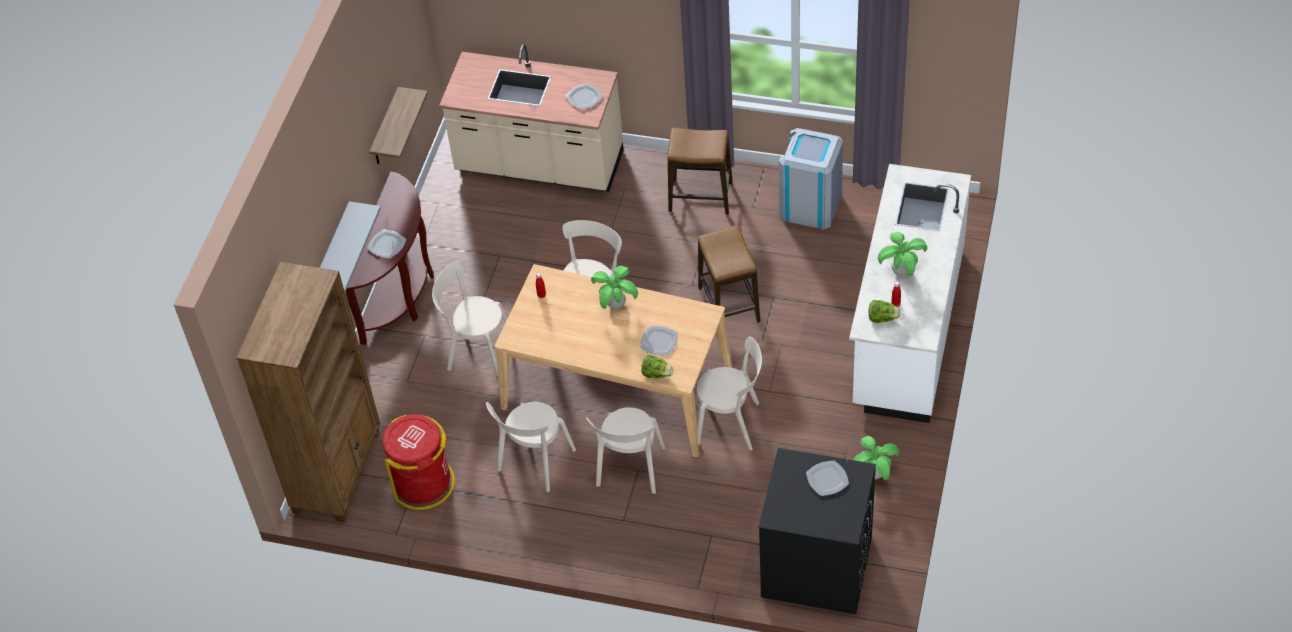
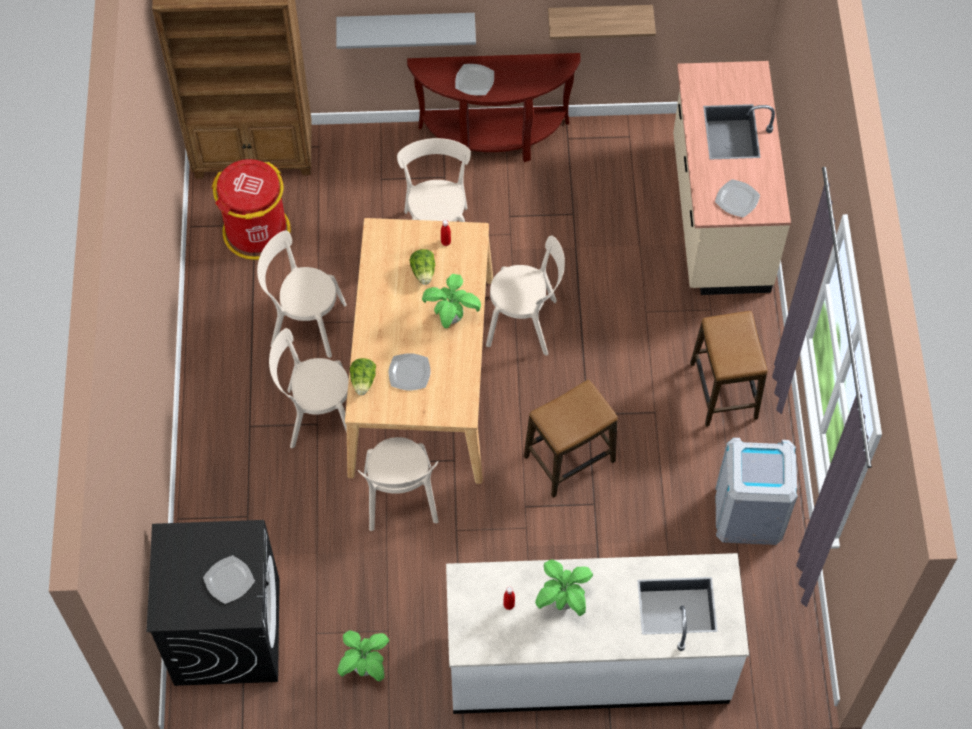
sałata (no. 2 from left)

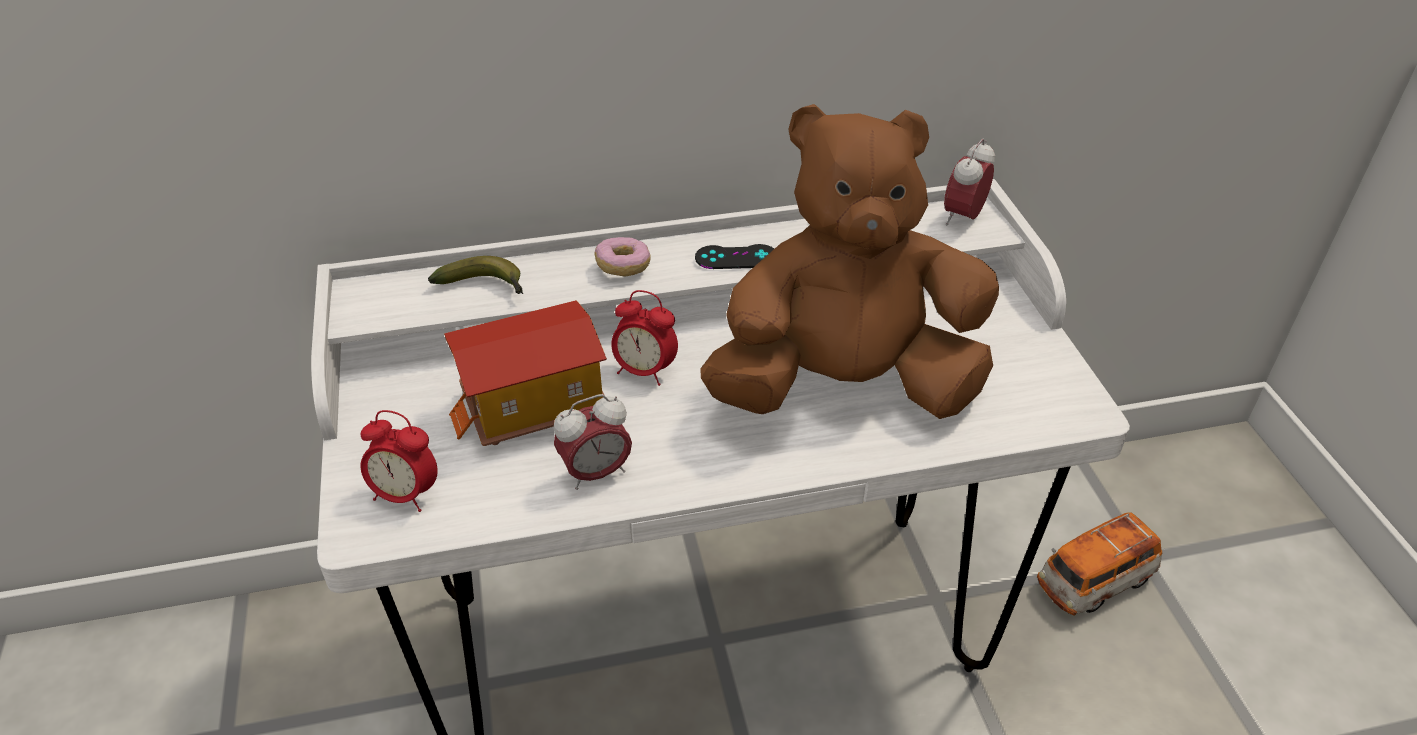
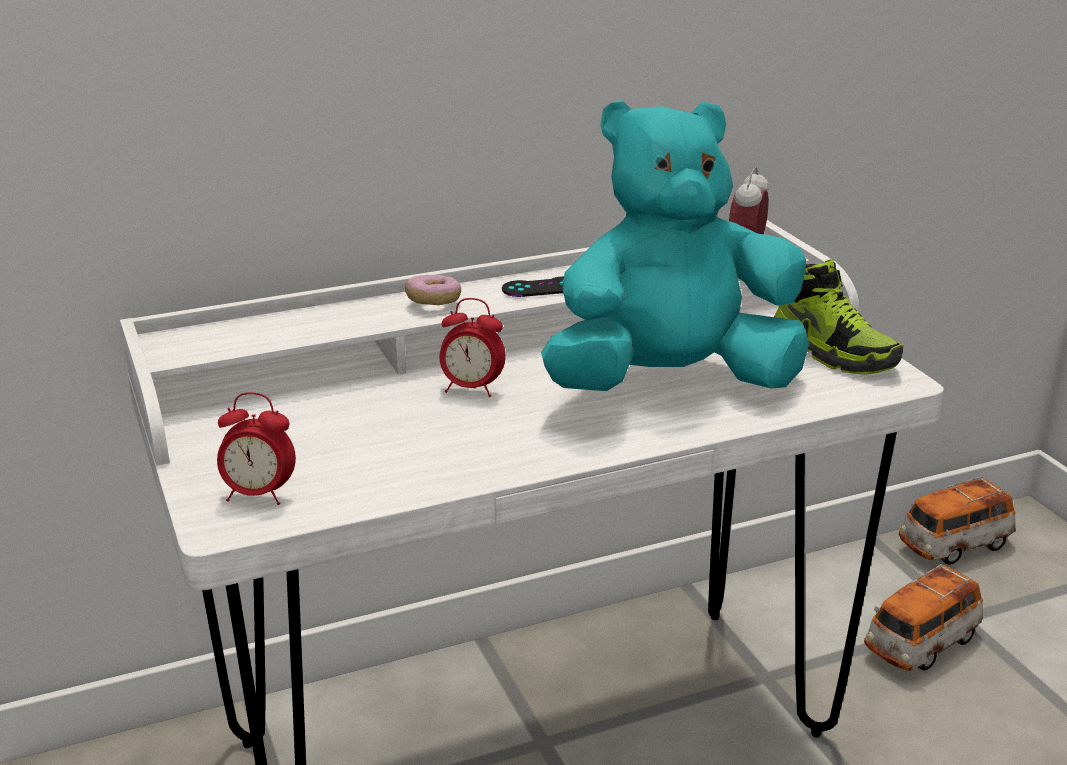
banan
domek
budzik (no. 2 from left in the first image)
but
samochodzik (no. 2 from left)
pluszak (turkusowy)

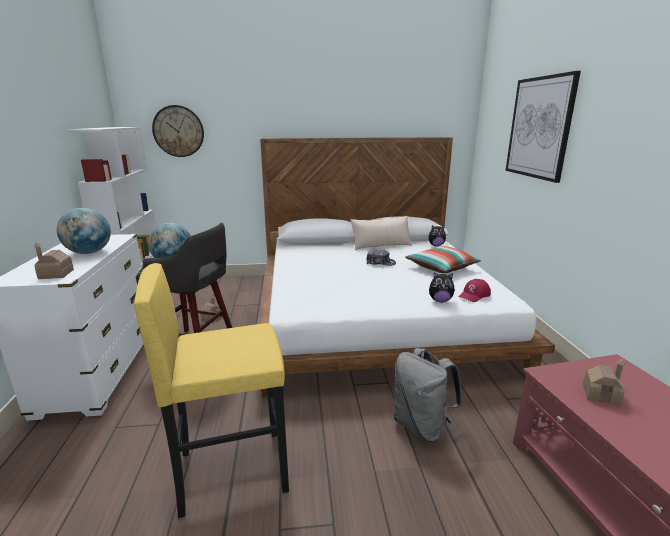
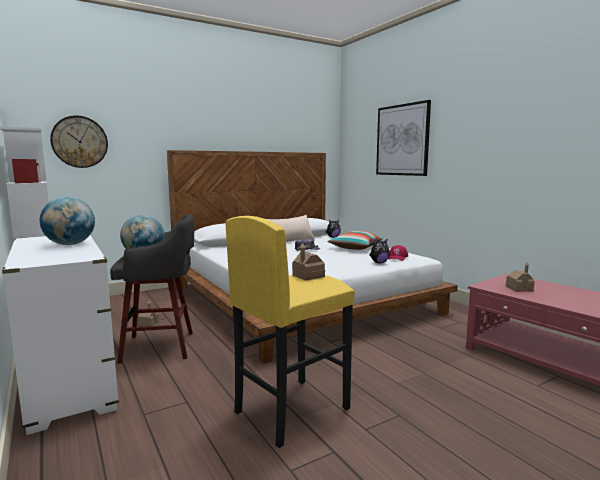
plecak (szary)
domek (no. 2 from left)

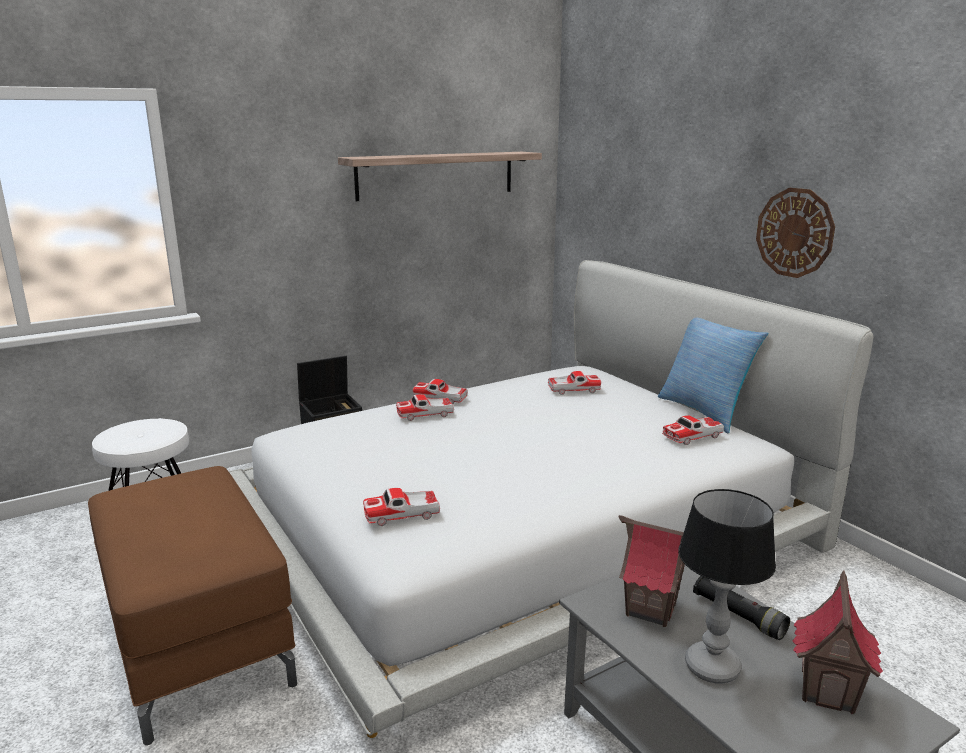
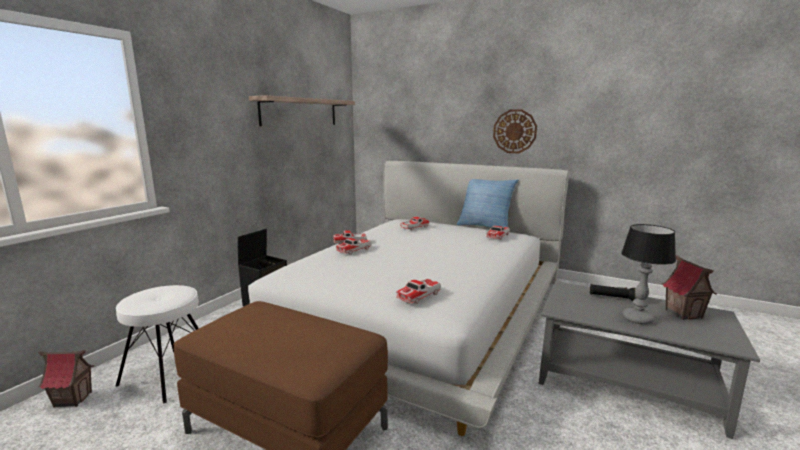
domek (no. 1 from left)

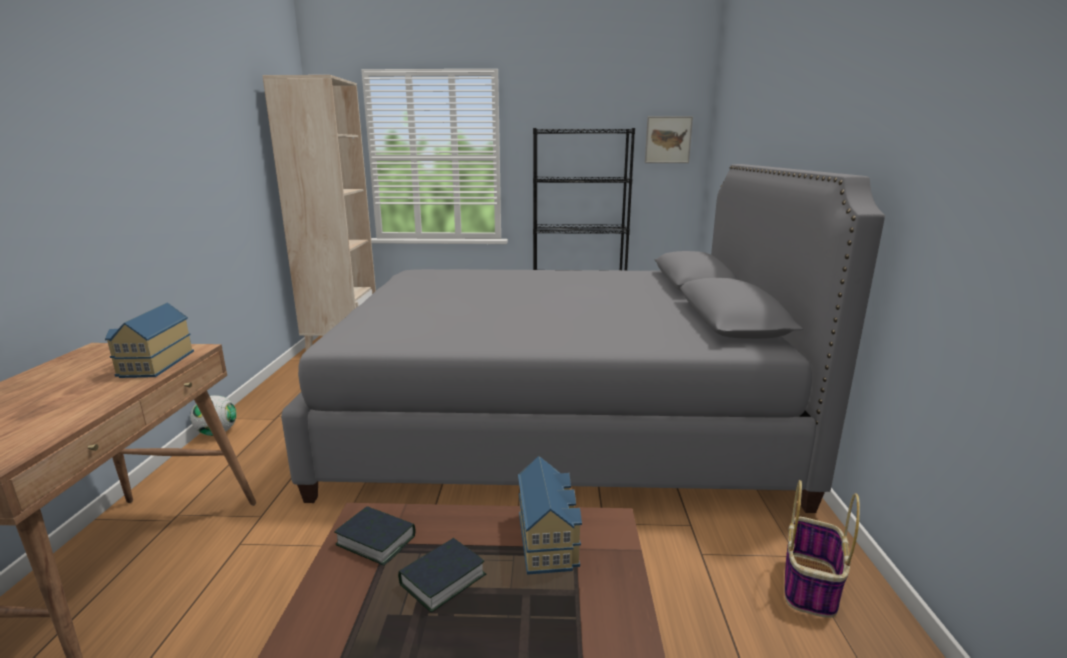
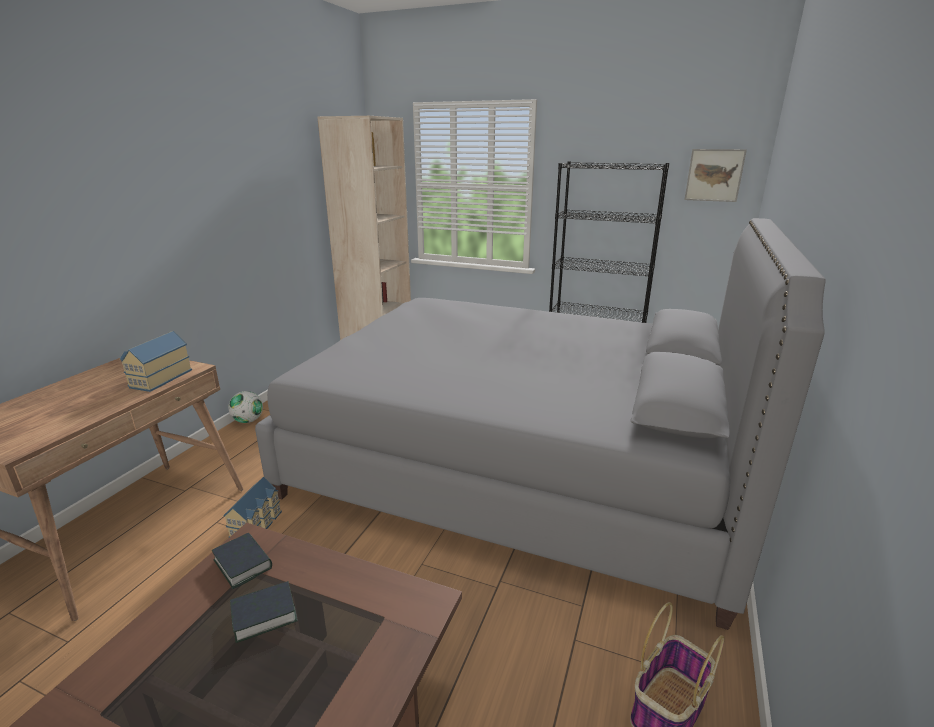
domek (no. 2 from left)

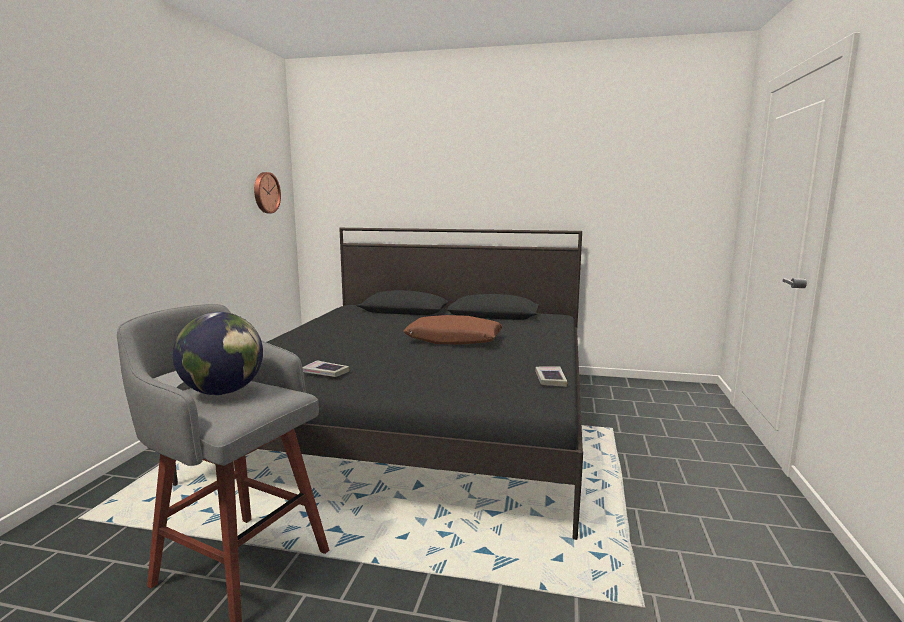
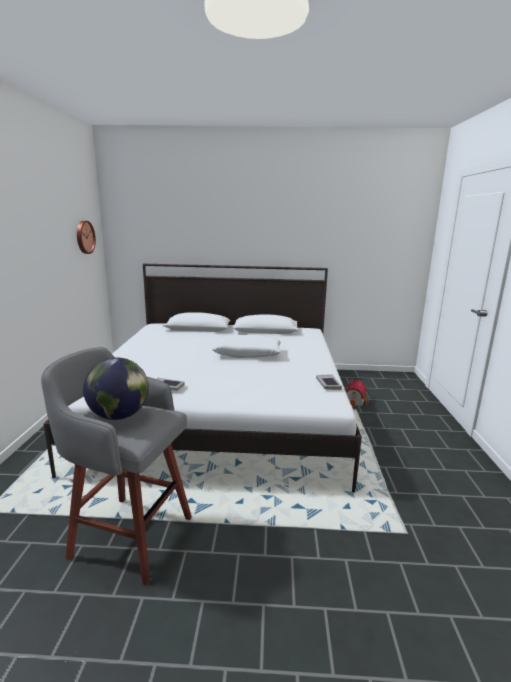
domek
łóżko (biały)
poduszka (biały)

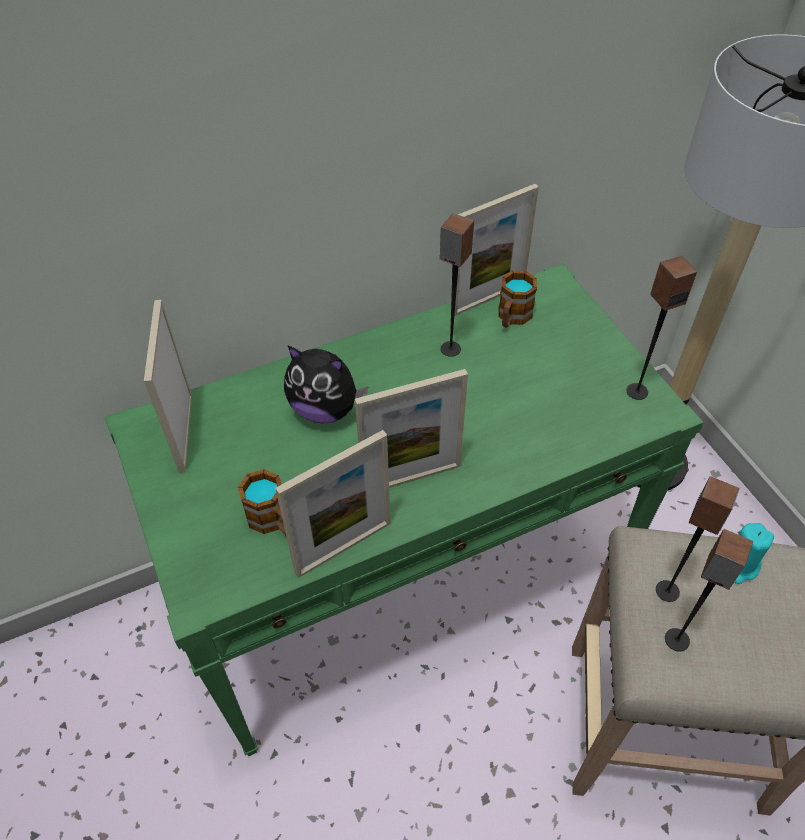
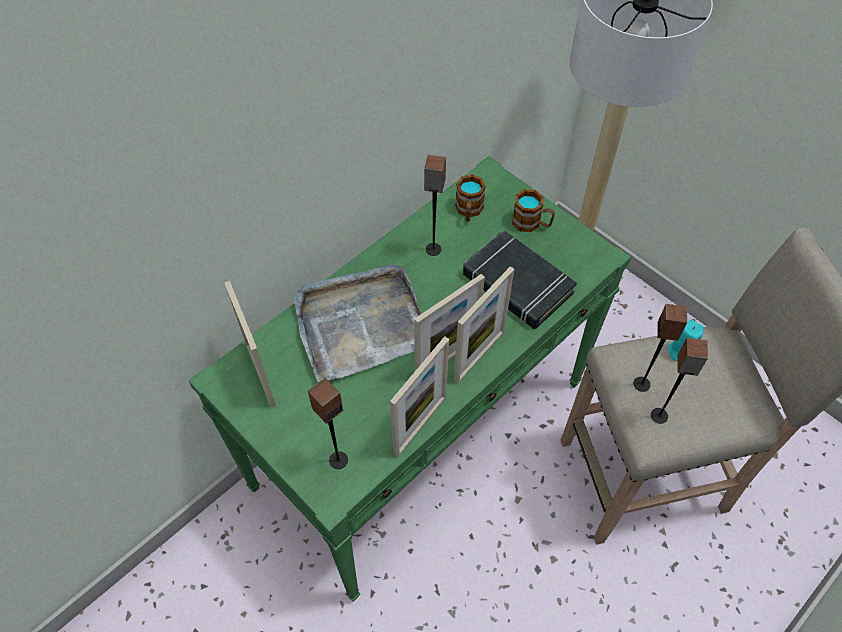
książka (czarny)
kubek (no. 2 from left)
ramka na zdjęcie (no. 4 from left)
głośnik (no. 1 from left)
taca (szary)

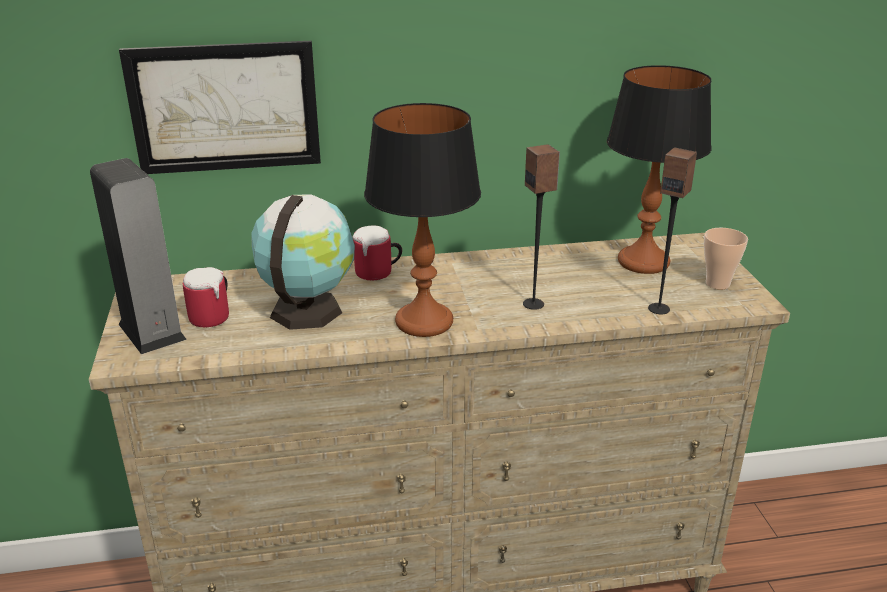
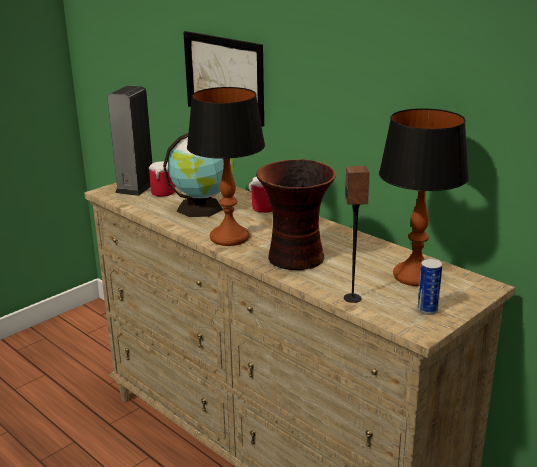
wazon
puszka

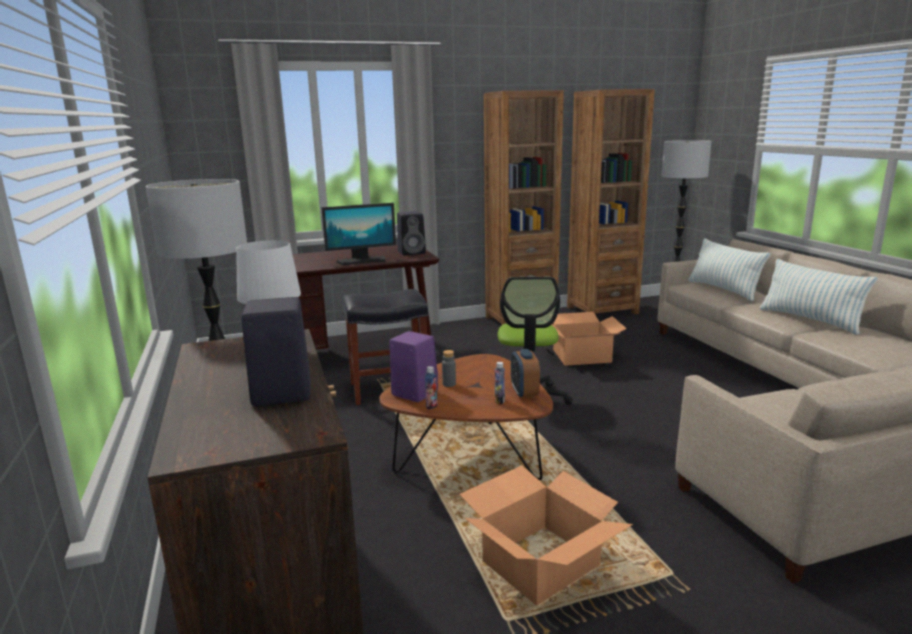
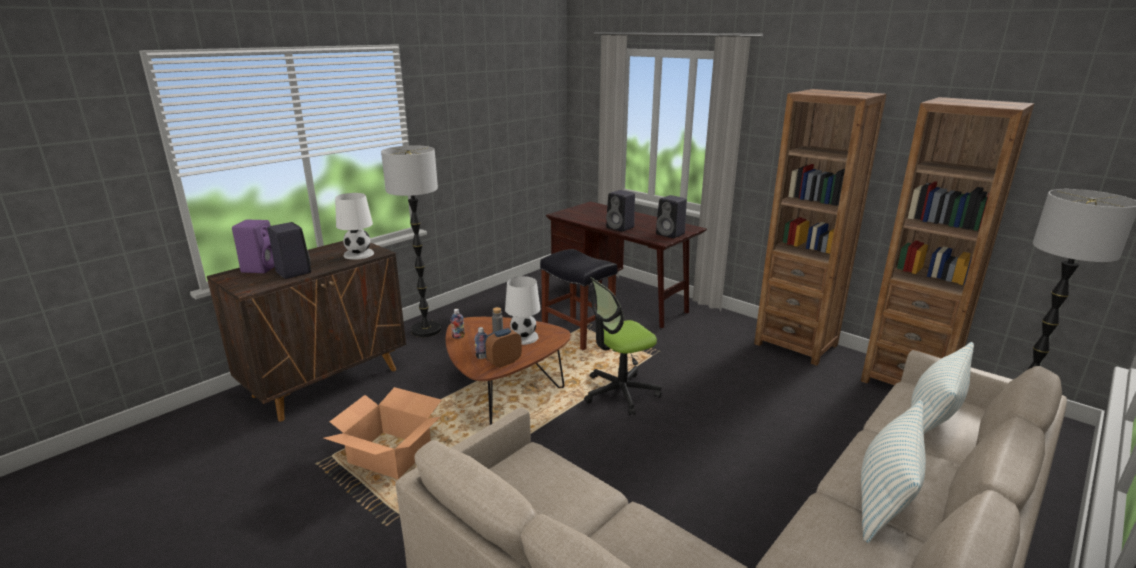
karton (no. 2 from left in the first image)
lampa stołowa (biały) (no. 2 from left)
głośnik (fioletowy)
głośnik (czarny) (no. 2 from left)

